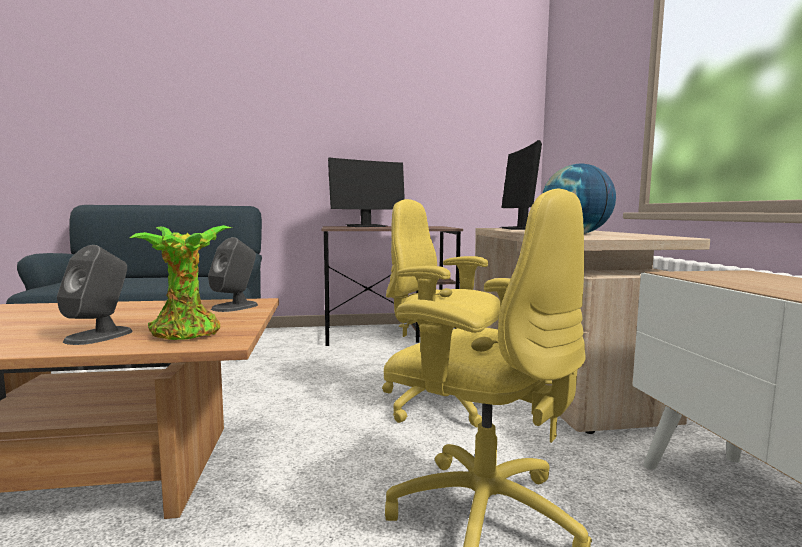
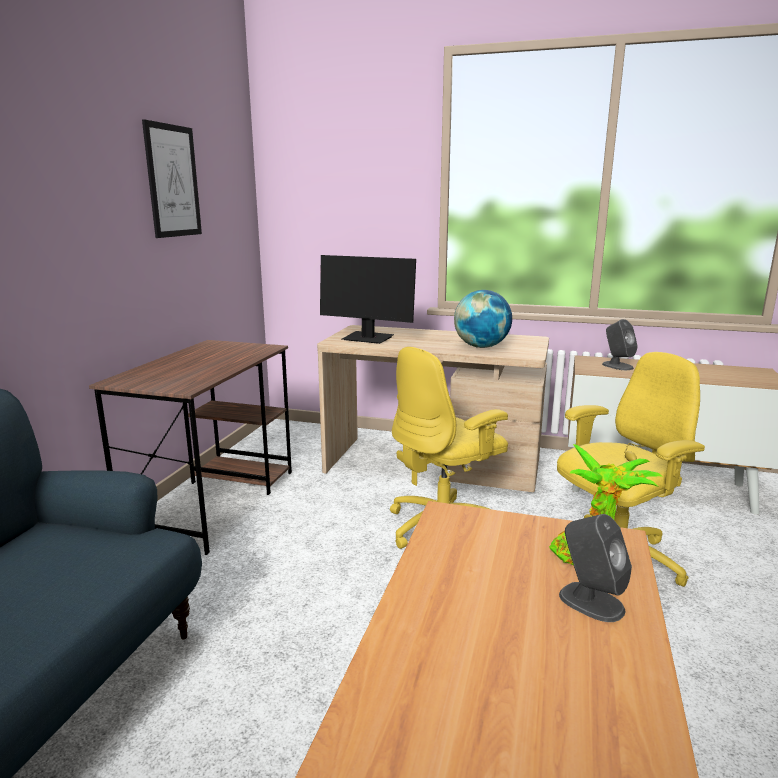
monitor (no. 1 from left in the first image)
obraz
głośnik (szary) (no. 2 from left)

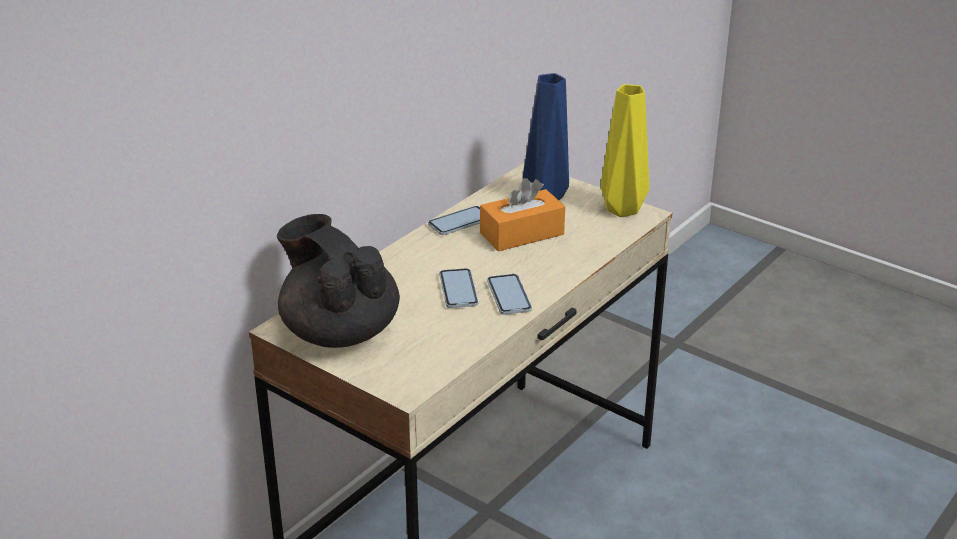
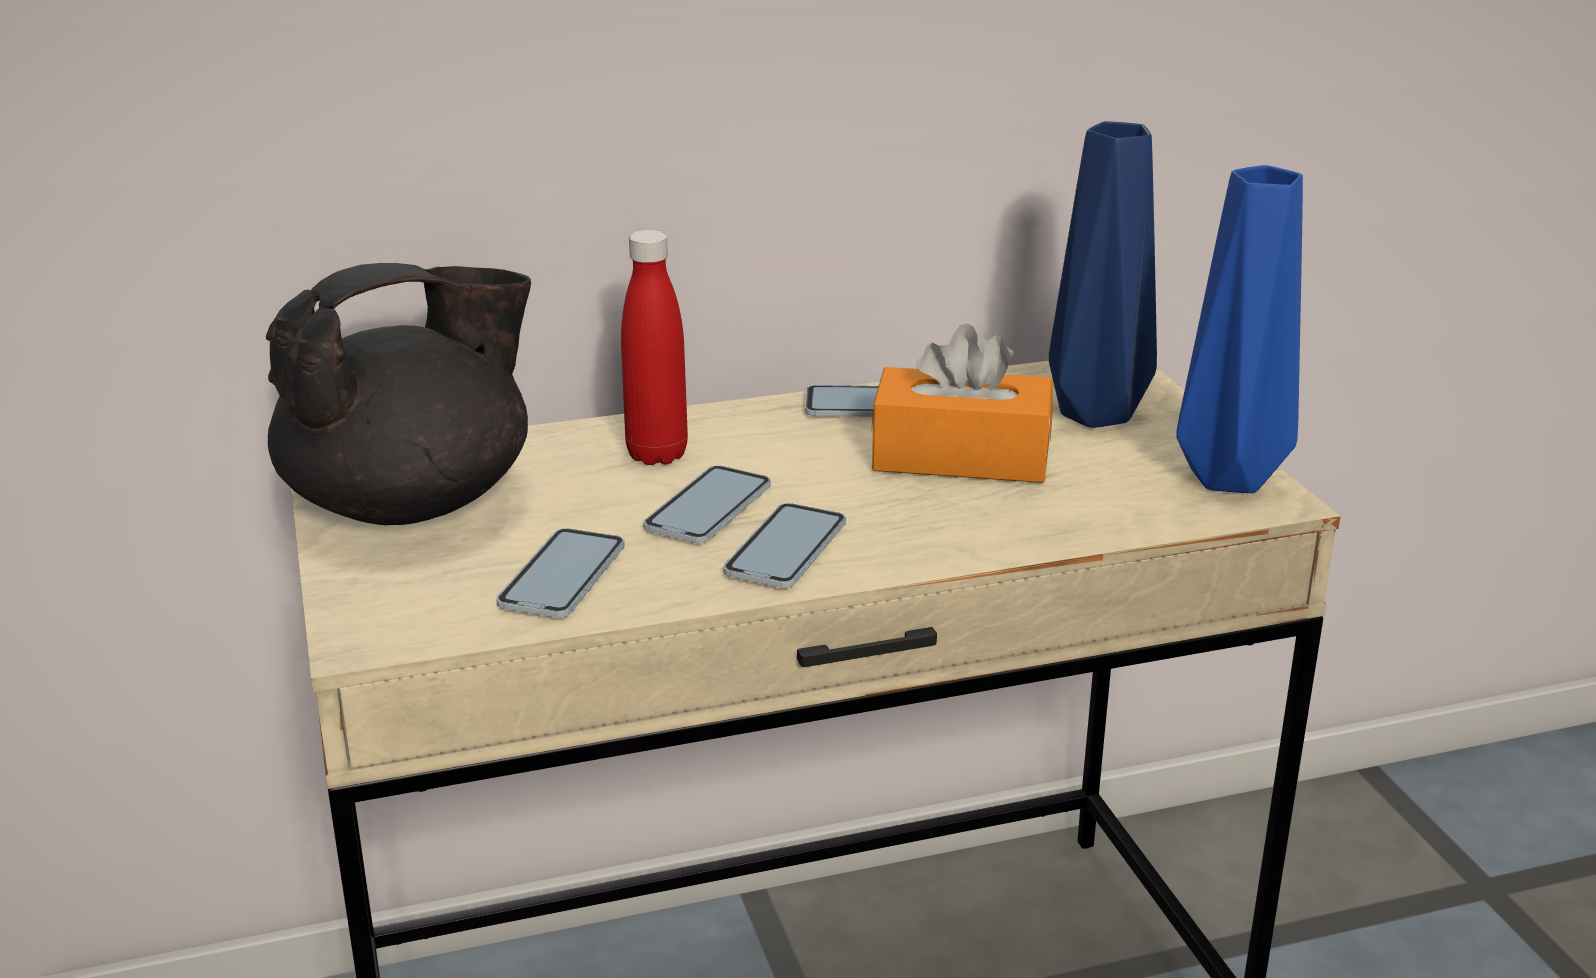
telefon (no. 1 from left)
butelka (czerwony)
wazon (niebieski) (no. 2 from left)
imbryk (czarny)

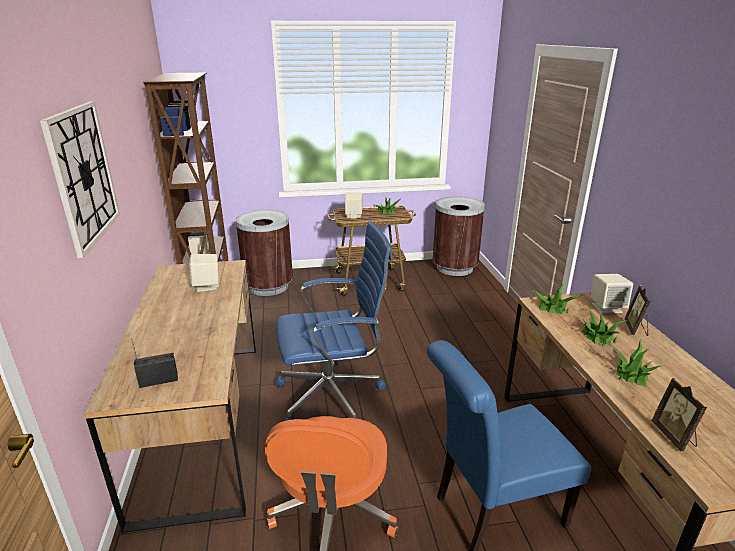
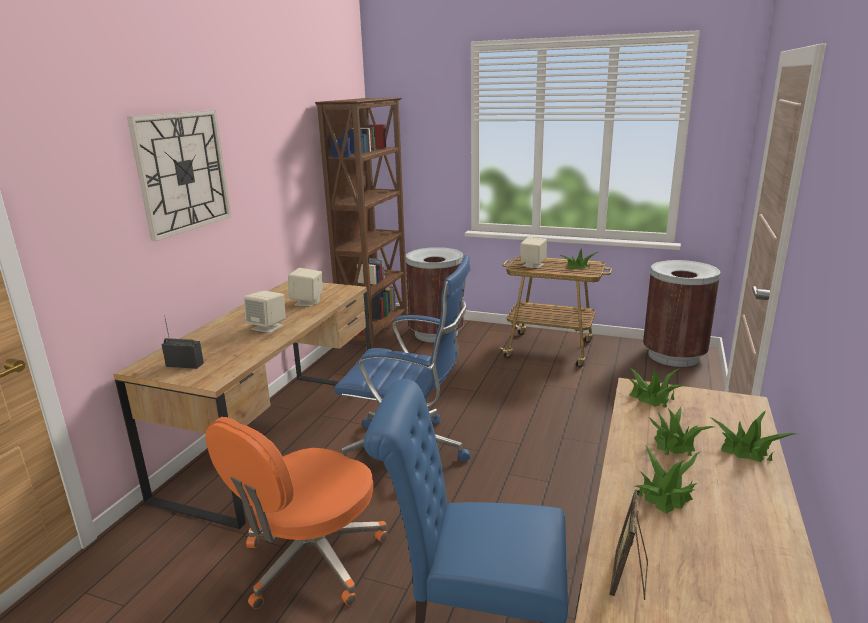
głośnik (beżowy) (no. 1 from left)
roślina doniczkowa (no. 5 from left)

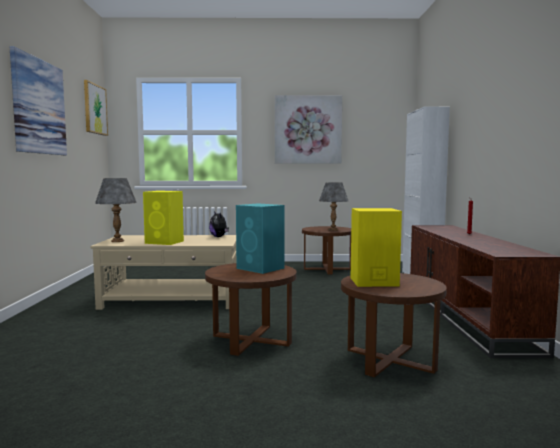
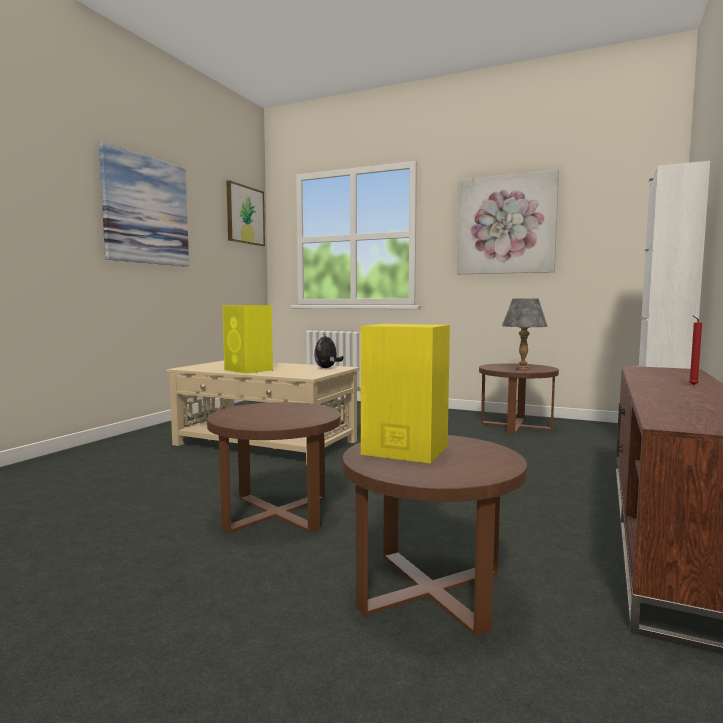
lampa stołowa (szary) (no. 1 from left in the first image)
głośnik (turkusowy)

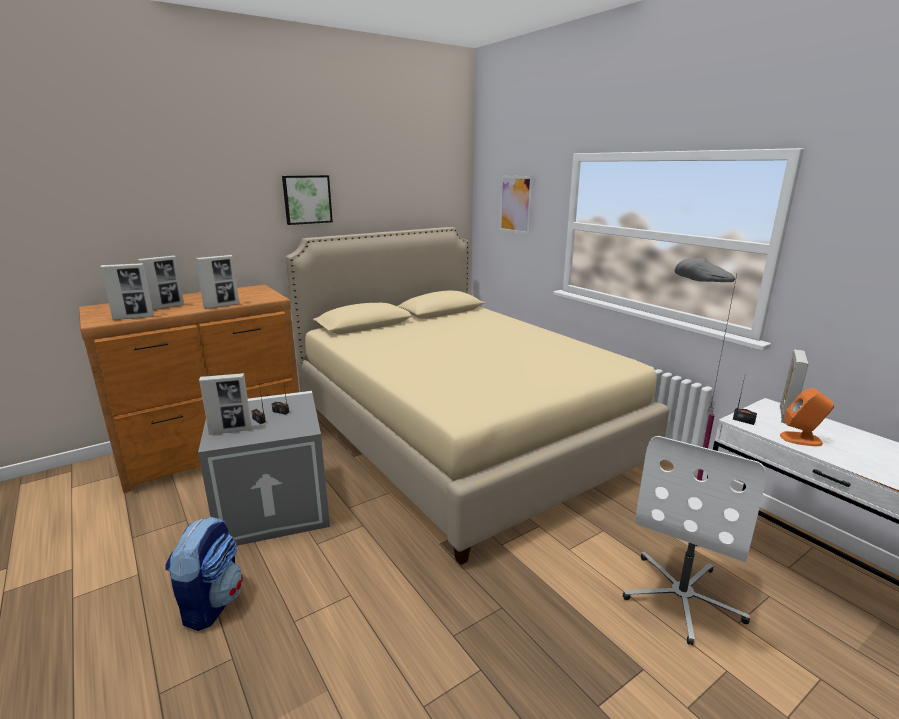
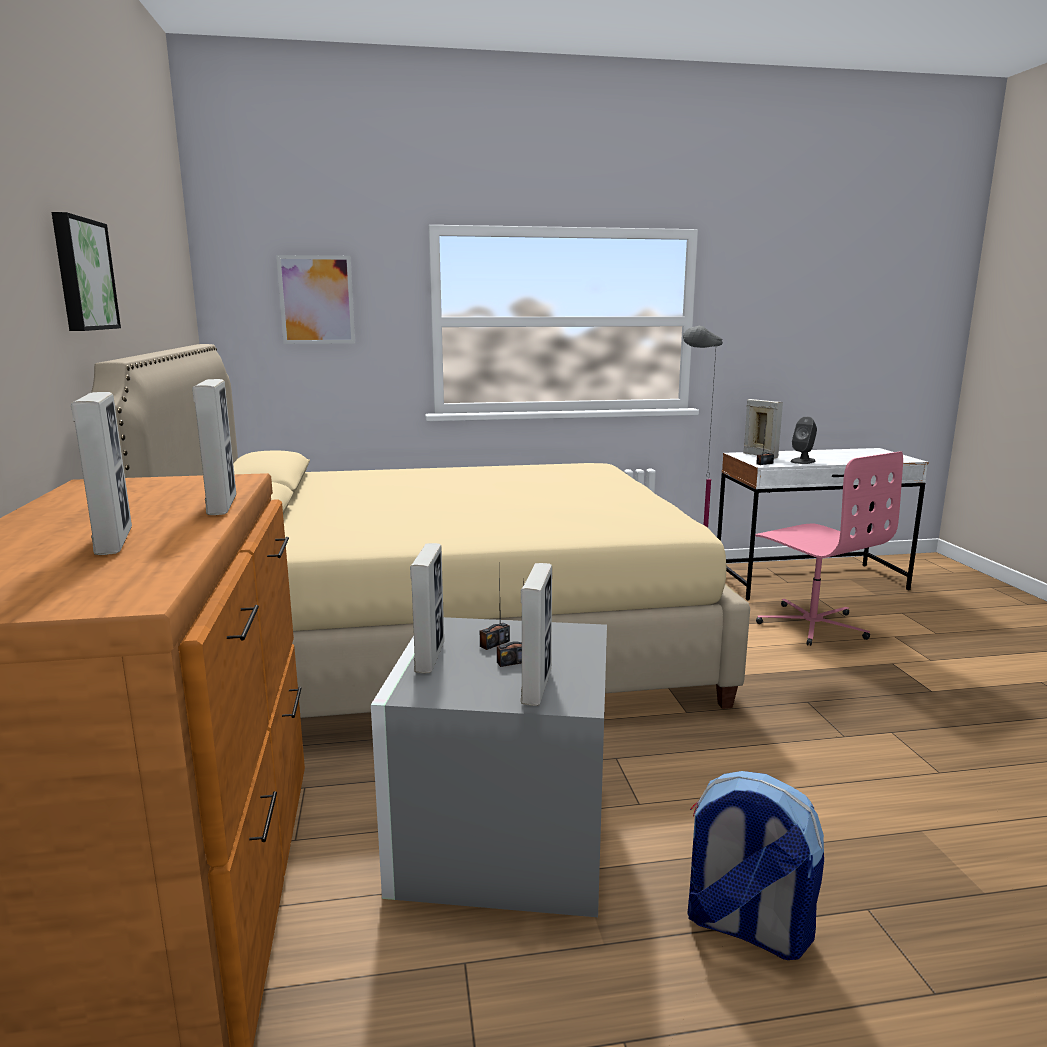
ramka na zdjęcie (no. 3 from left)
krzesło biurowe (różowy)
głośnik (szary)

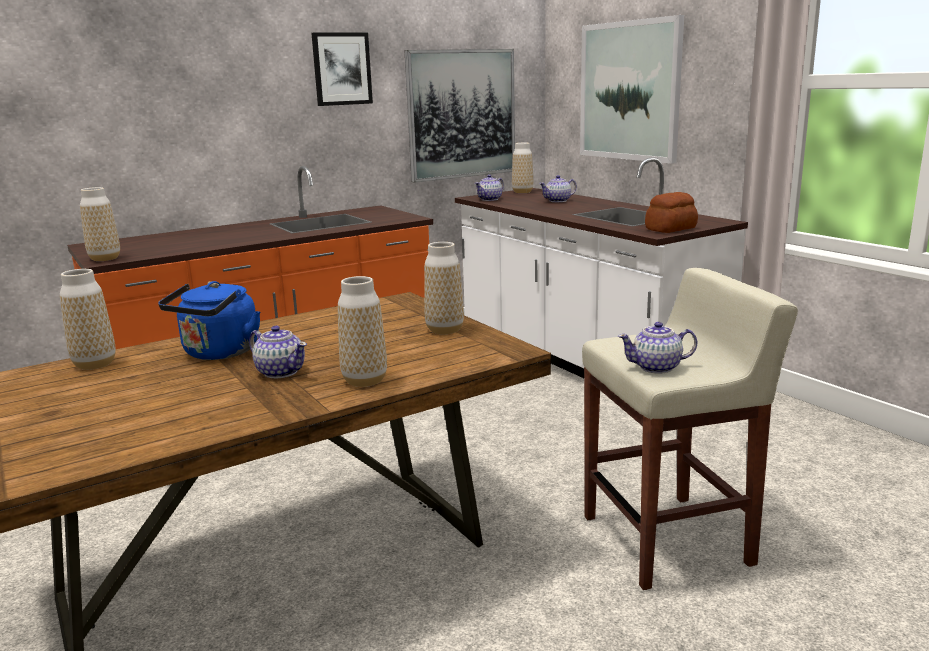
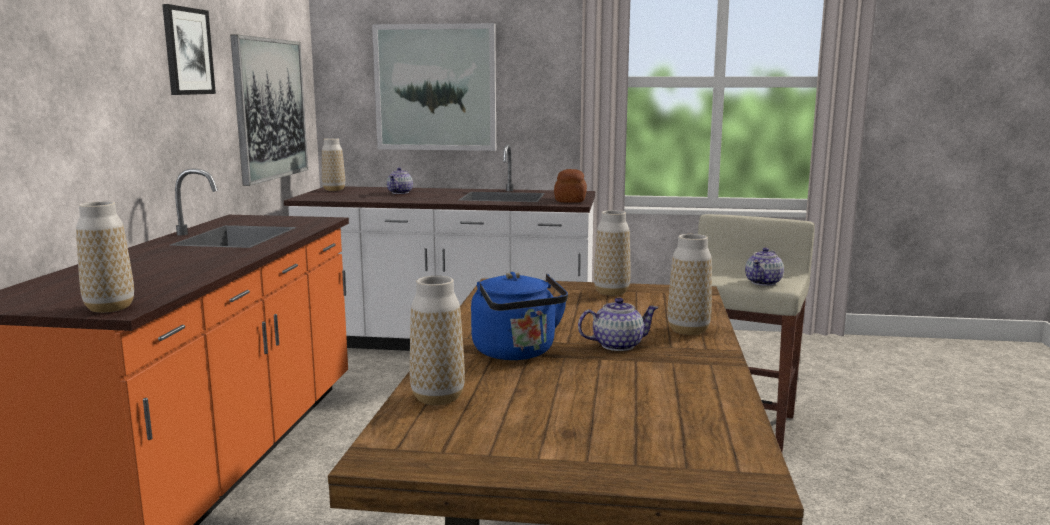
imbryk (no. 2 from left in the first image)

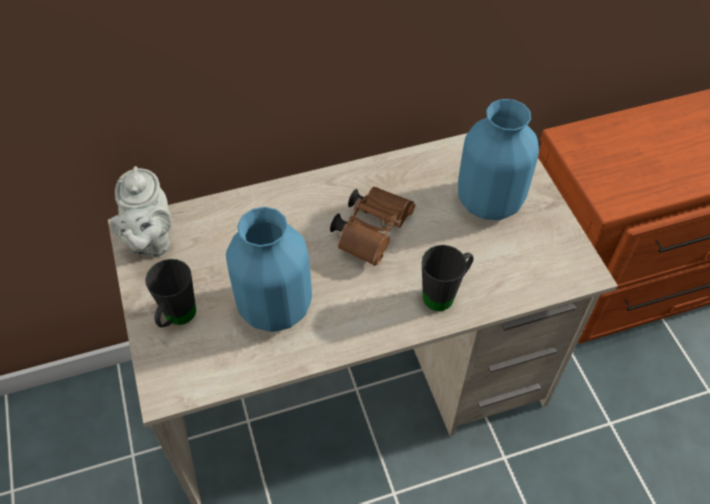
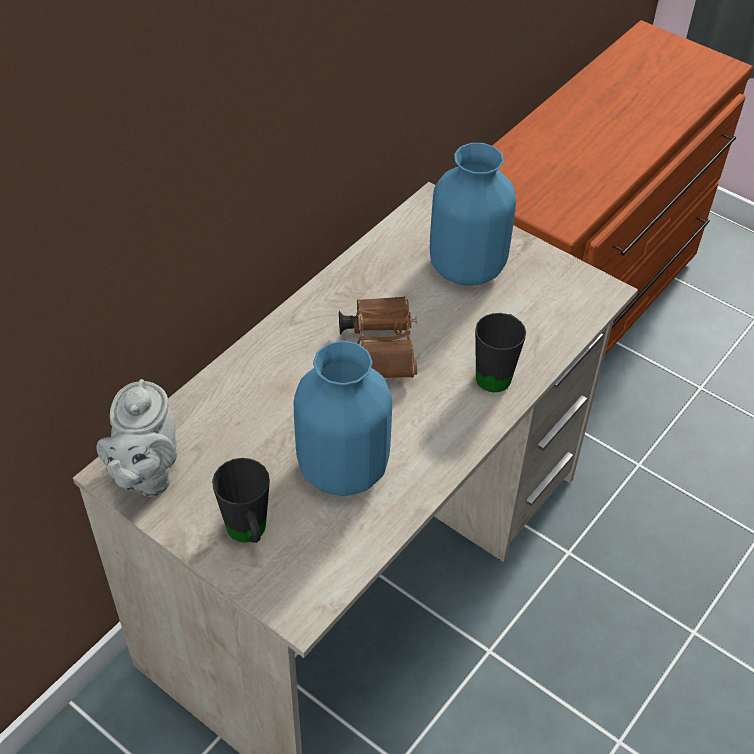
imbryk (szary)

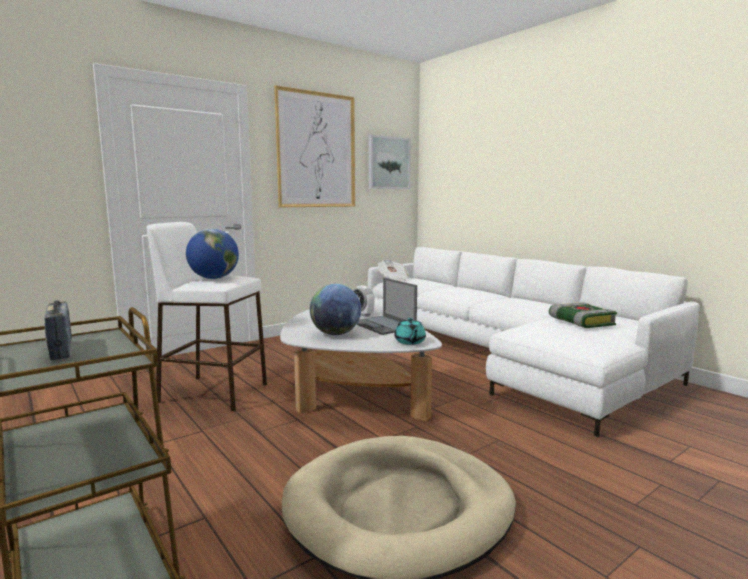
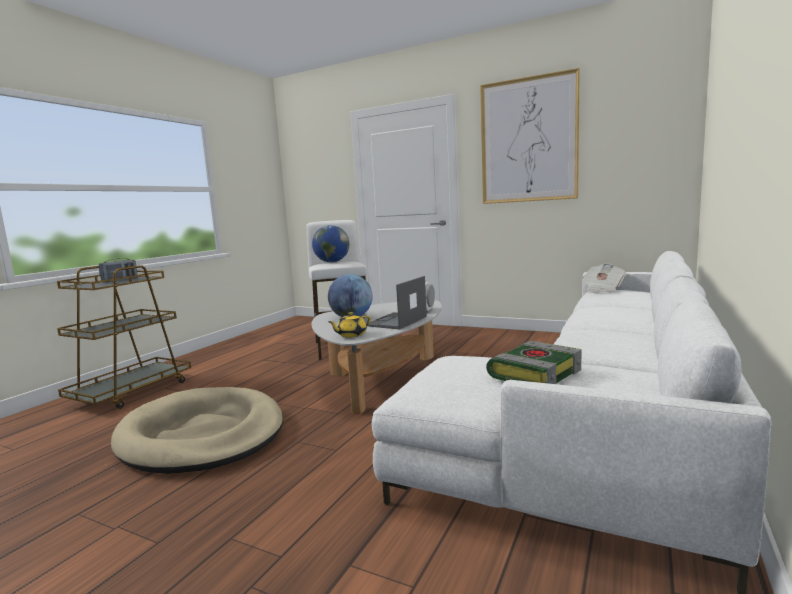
obraz (no. 2 from left in the first image)
imbryk (żółty)

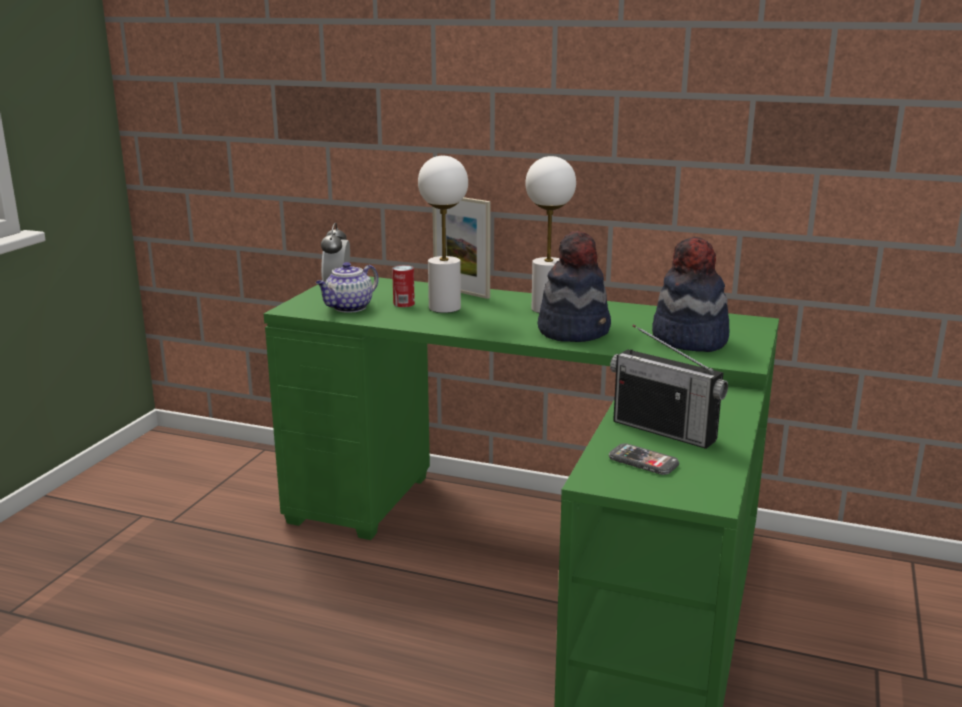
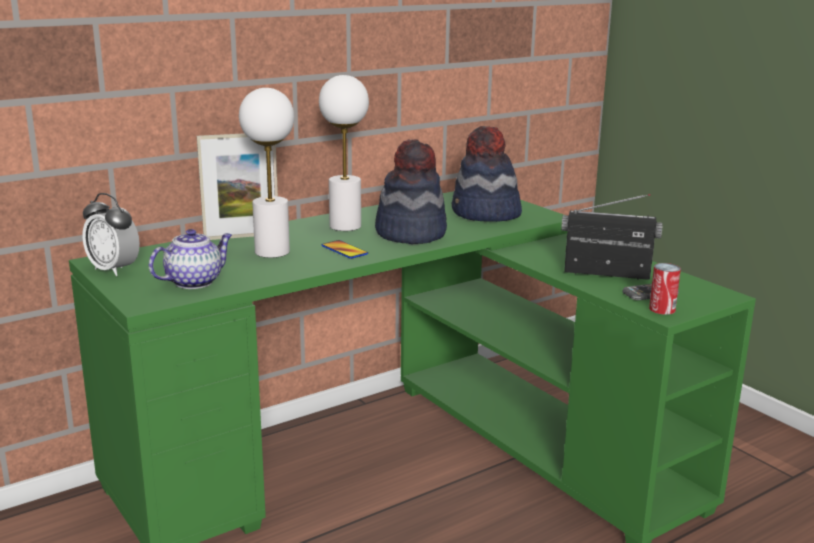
telefon (no. 1 from left)
puszka
imbryk
radio

